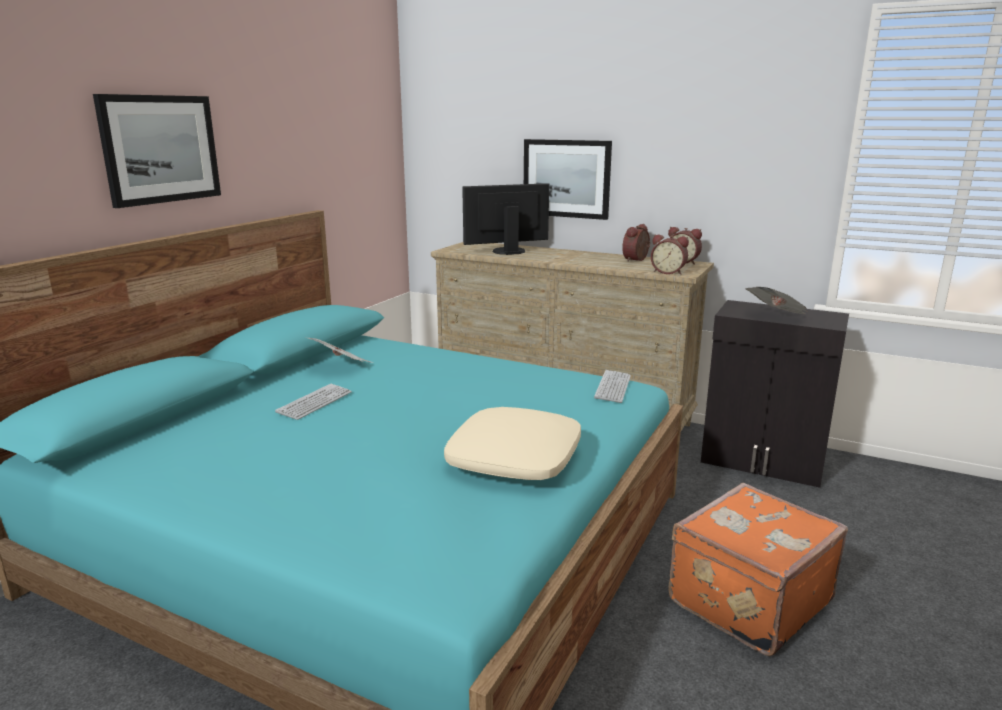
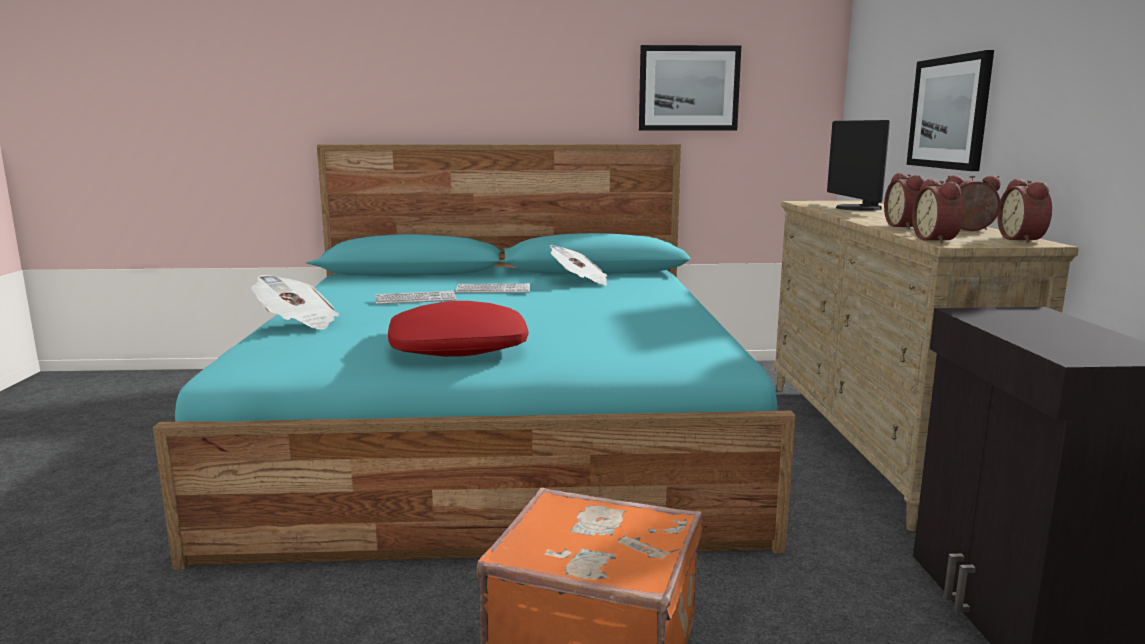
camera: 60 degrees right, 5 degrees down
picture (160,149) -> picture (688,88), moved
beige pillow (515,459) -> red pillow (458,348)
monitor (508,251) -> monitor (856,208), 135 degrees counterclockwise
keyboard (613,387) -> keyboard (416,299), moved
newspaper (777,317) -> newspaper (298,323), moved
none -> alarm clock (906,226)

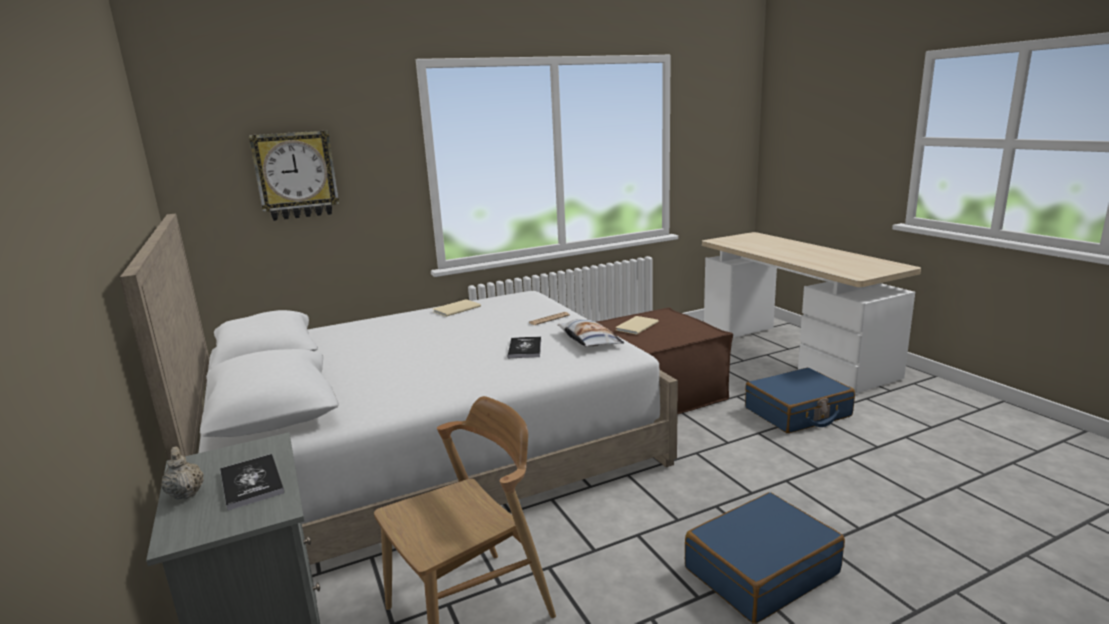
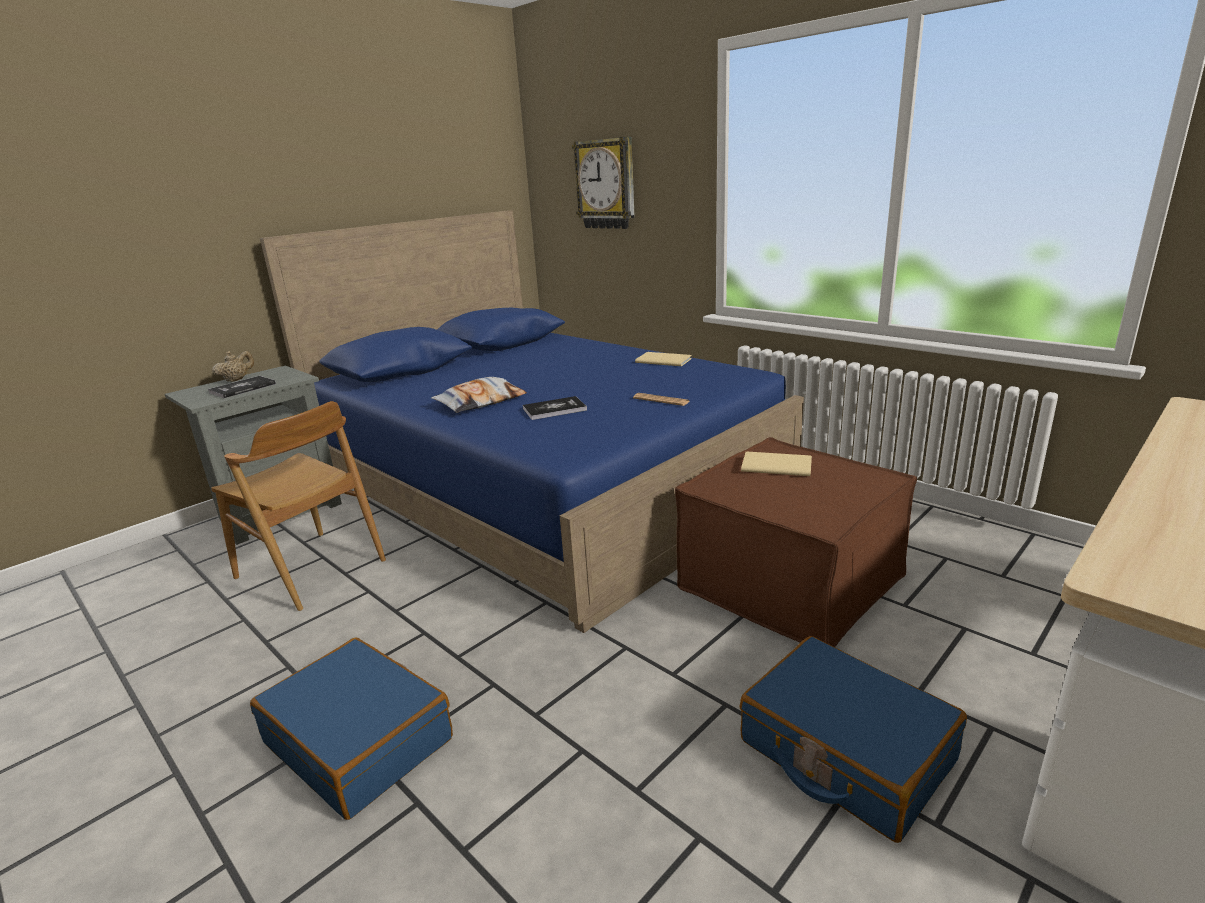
camera: 70 degrees right, 5 degrees up
white bed (430,452) -> blue bed (546,483)
pillow (589,340) -> pillow (480,402), moved

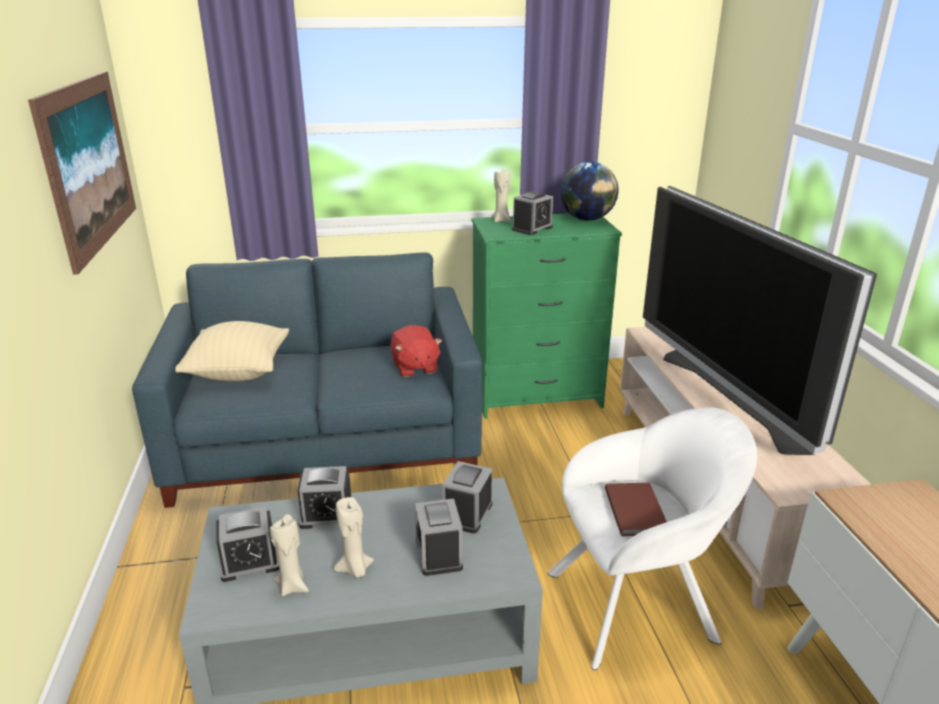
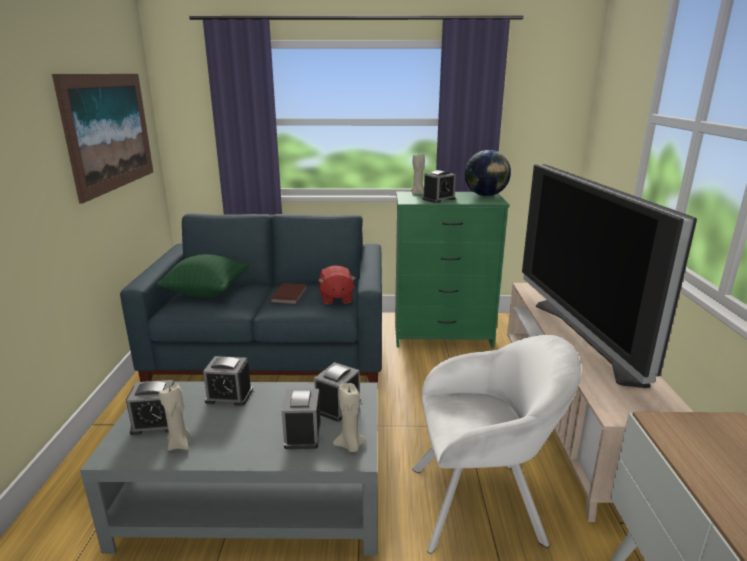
camera: 10 degrees right, 5 degrees down
beige pillow (238,372) -> green pillow (207,292)
beige candle (355,569) -> beige candle (350,446), moved
brown book (636,510) -> brown book (290,295), moved

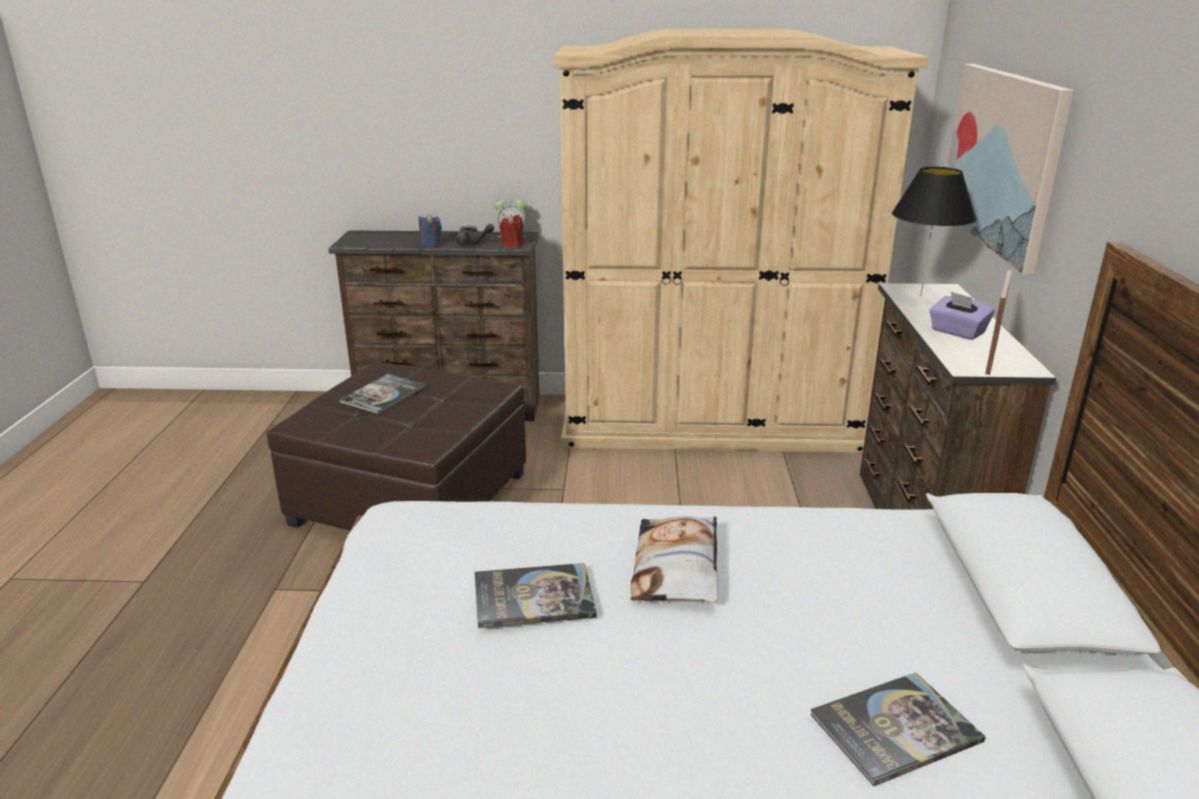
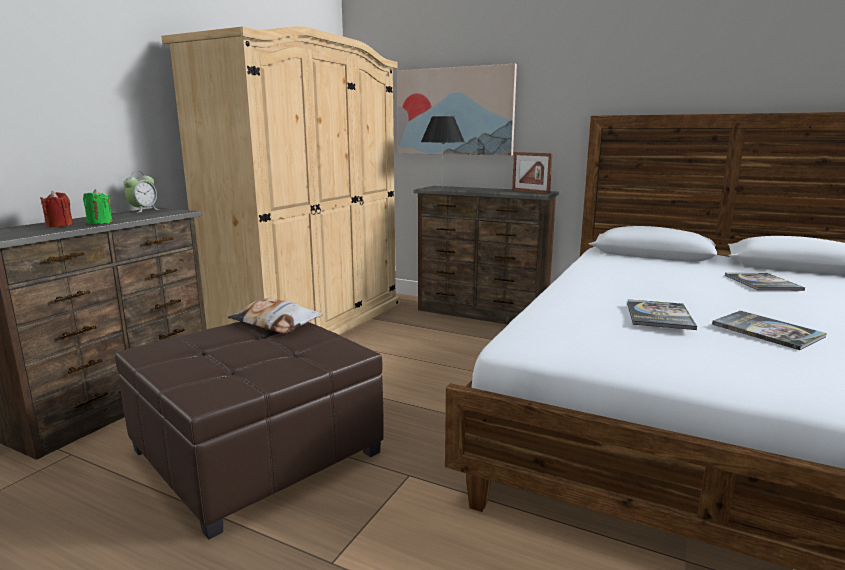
camera: 65 degrees left, 10 degrees down
book (383,395) -> book (767,331), moved
blue candle (431,244) -> green candle (99,223)
grey teapot (473,243) -> none
red candle (512,245) -> red candle (59,225), moved
pillow (677,568) -> pillow (275,323), moved
purple tissue box (957,332) -> none

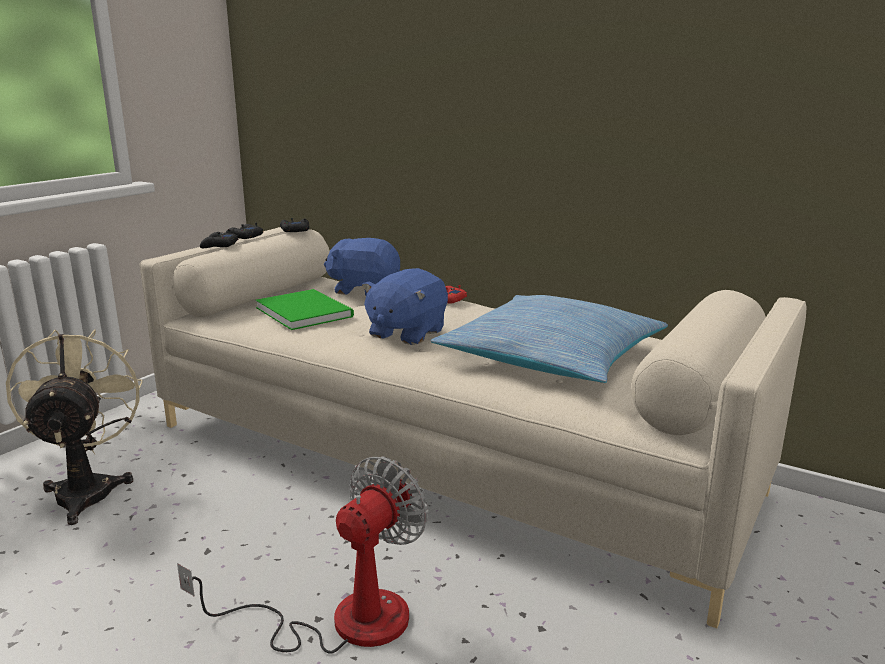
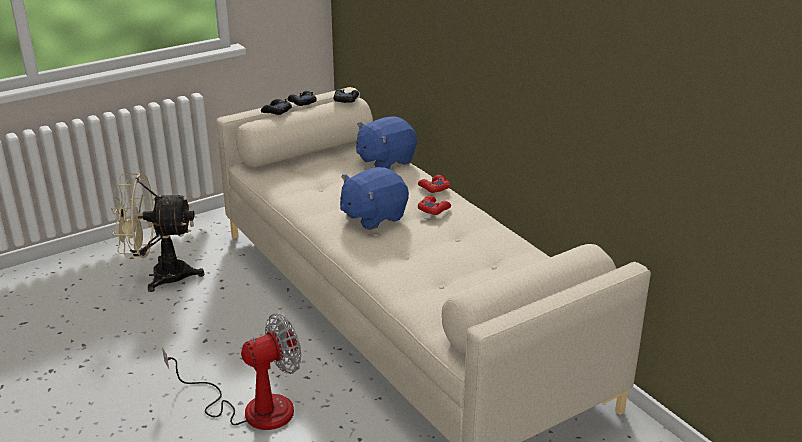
camera: 25 degrees right, 10 degrees up
beige fan (88,489) -> beige fan (160,275), 105 degrees counterclockwise
green book (305,311) -> none
blue plush toy (364,289) -> blue plush toy (385,160), 75 degrees counterclockwise
pillow (551,357) -> none
none -> red game controller (433,209)

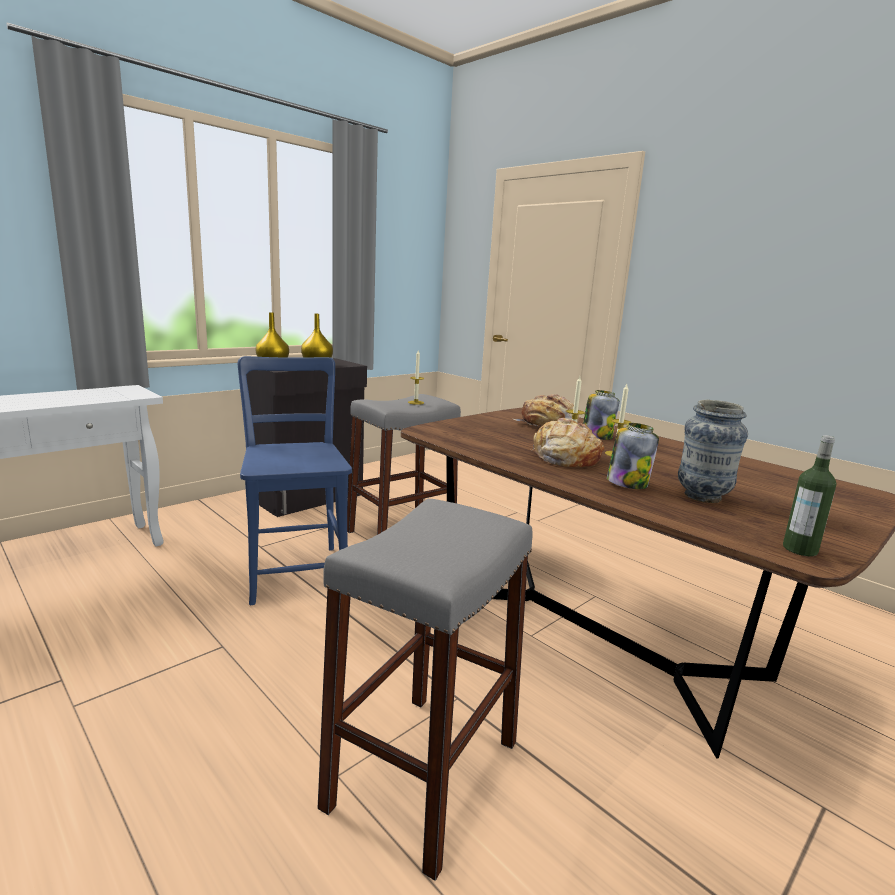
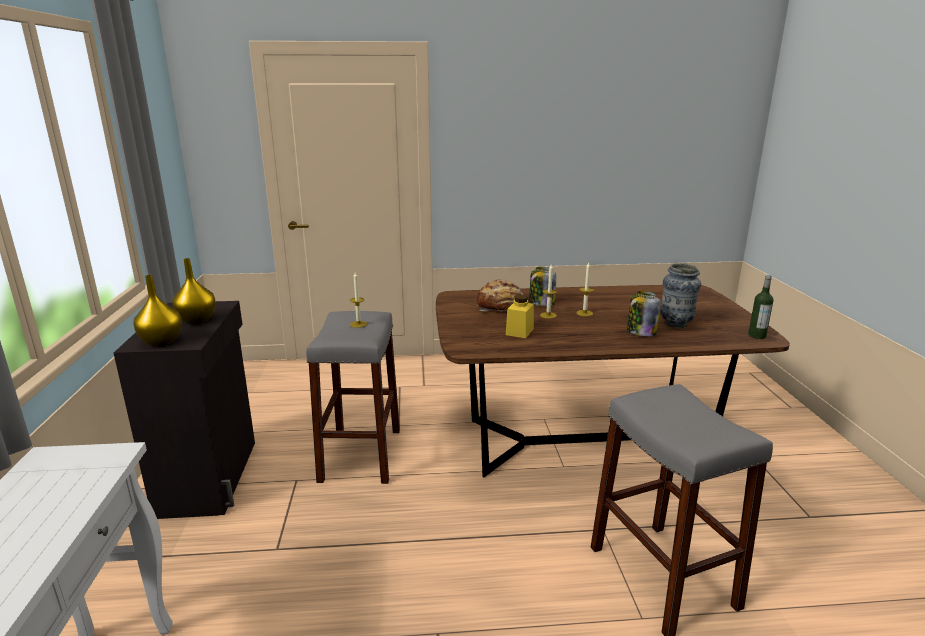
camera: 50 degrees left, 5 degrees up
blue chair (296,570) -> none
bread (564,457) -> none
none -> yellow jar (519,331)

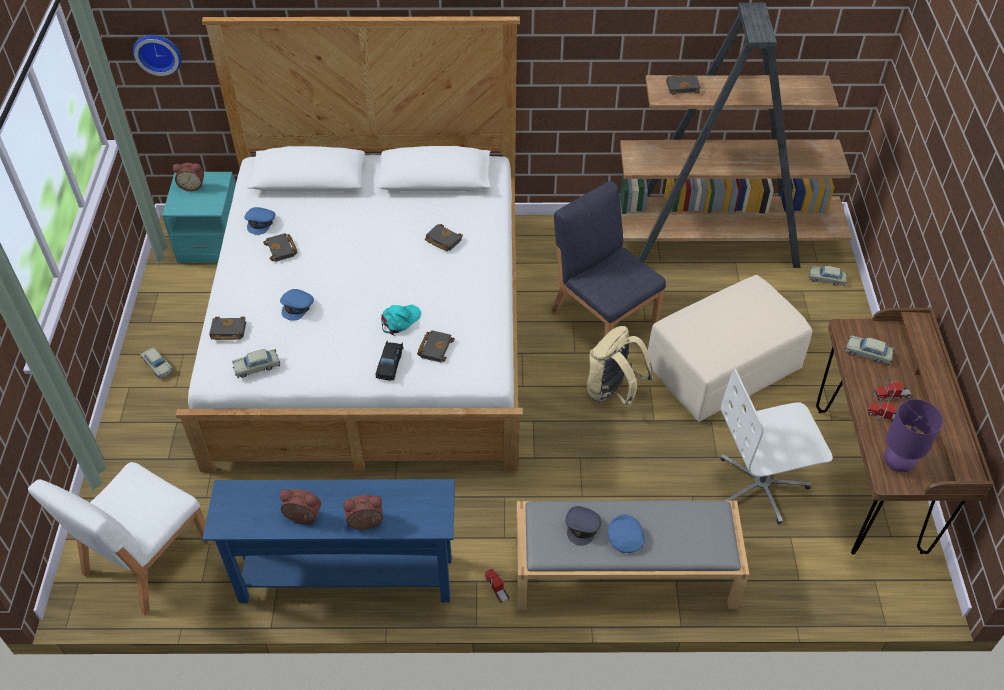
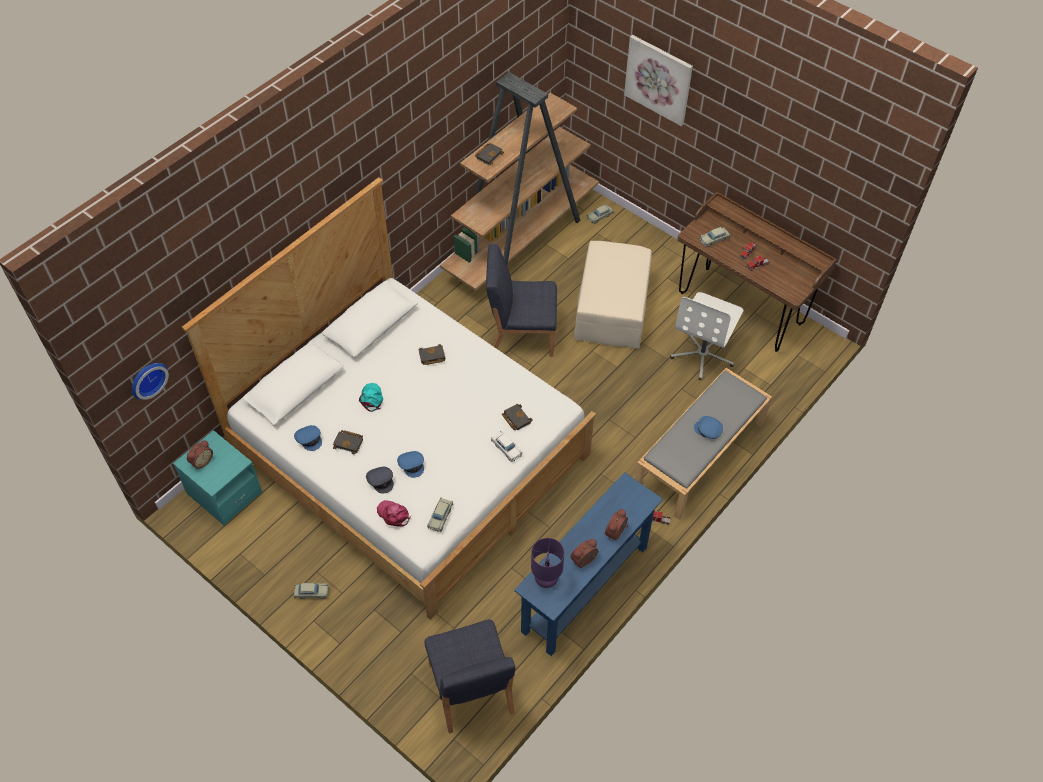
camera: 50 degrees left, 5 degrees up
white chair (146,558) -> blue chair (470,689)
black book (227,331) -> pink cap (393,514)
black toy car (390,364) -> white toy car (506,448)
turquoise cap (400,320) -> turquoise cap (371,398), moved
grey cap (582,527) -> grey cap (381,480), moved
beige backpack (613,392) -> none
purple table lamp (897,463) -> purple table lamp (546,580), moved
none -> picture (659,79)

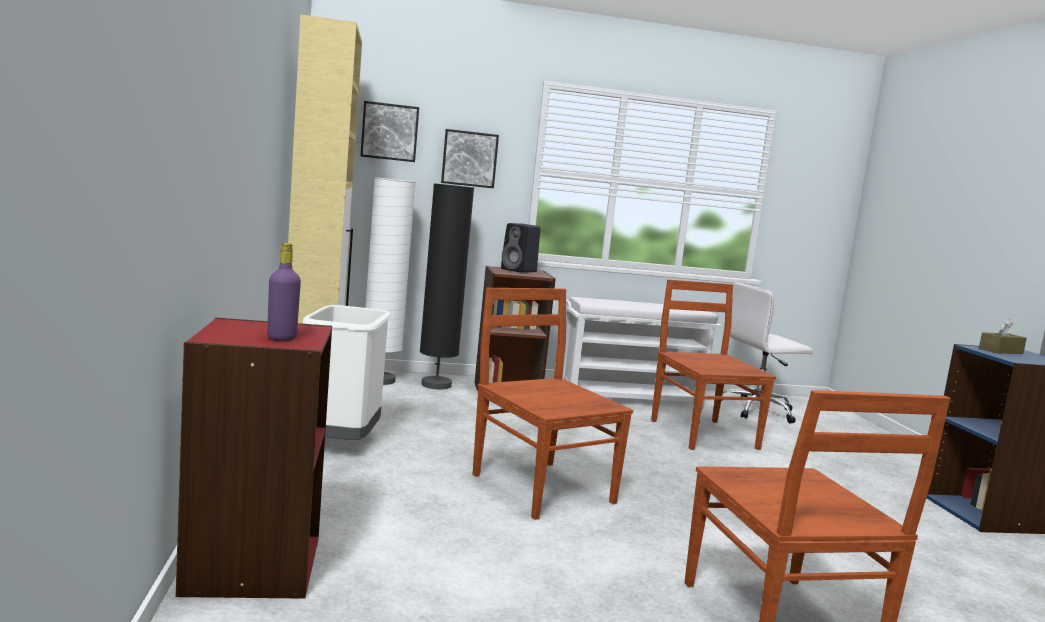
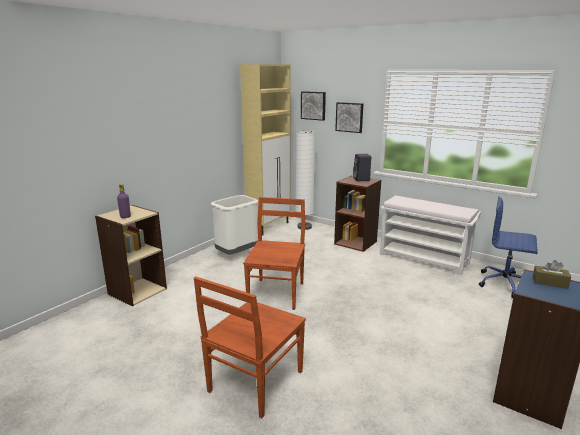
camera: 45 degrees right, 10 degrees up
red bookcase (251,565) -> beige bookcase (137,291)
black floor lamp (436,385) -> none
brown chair (702,433) -> none
white office chair (757,410) -> blue office chair (505,284)

